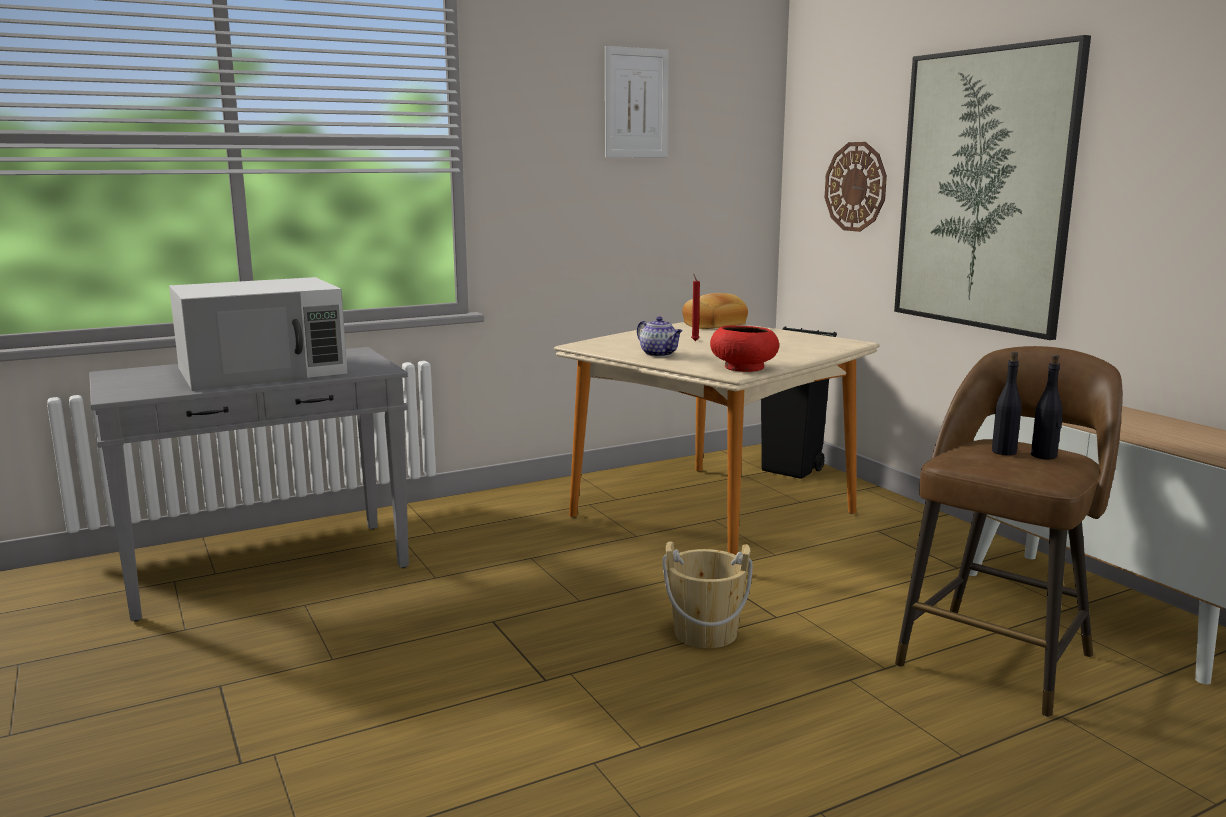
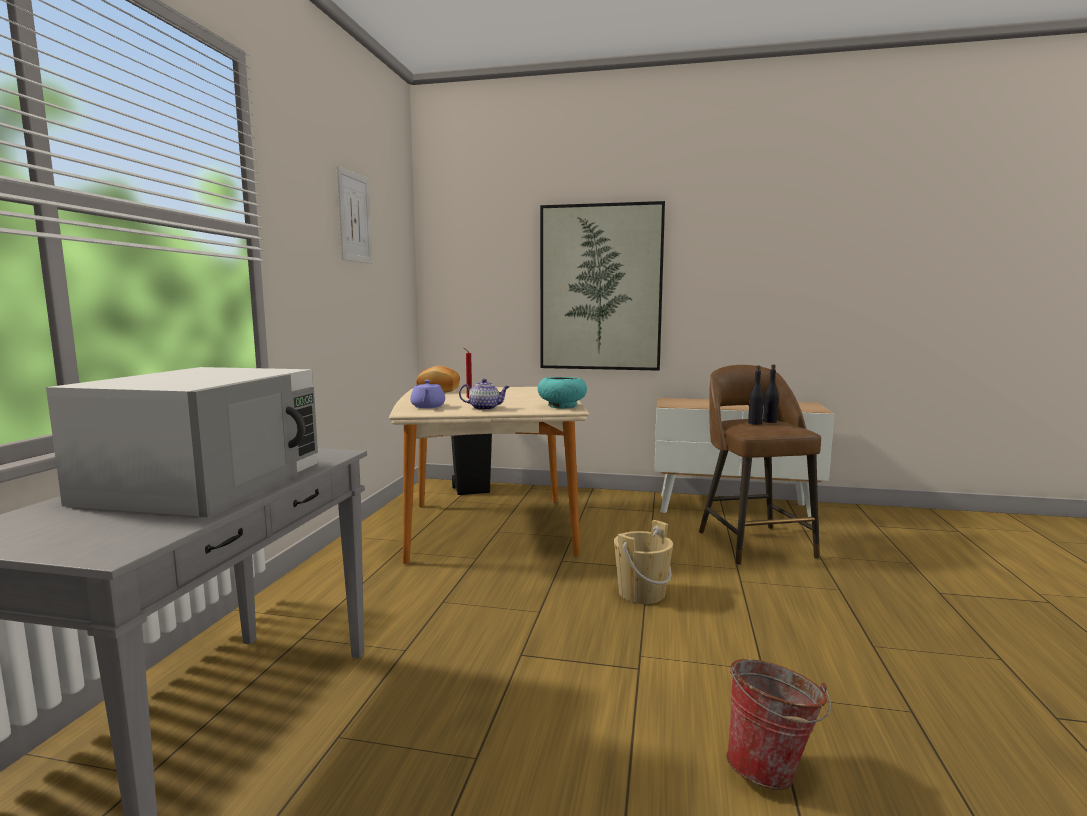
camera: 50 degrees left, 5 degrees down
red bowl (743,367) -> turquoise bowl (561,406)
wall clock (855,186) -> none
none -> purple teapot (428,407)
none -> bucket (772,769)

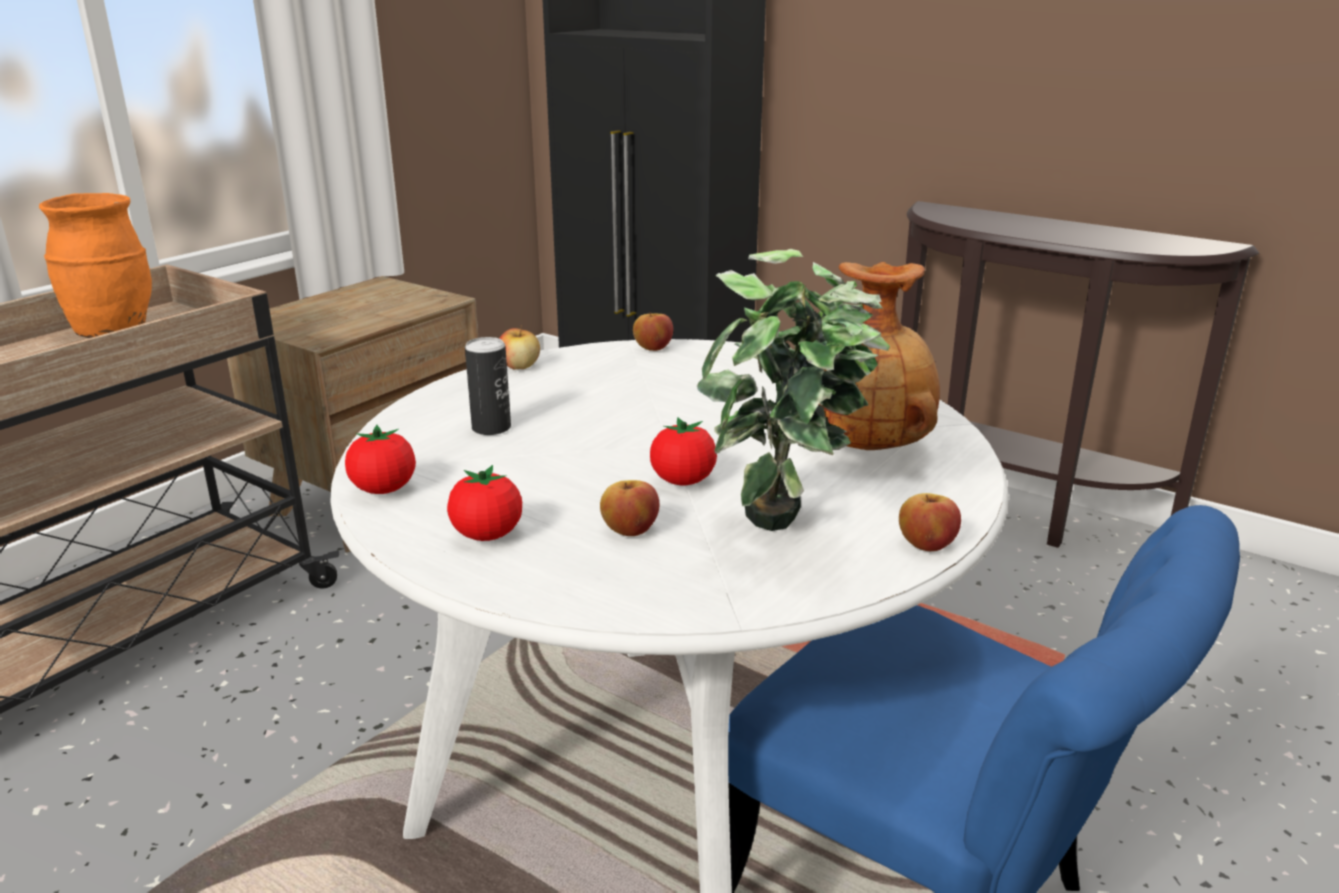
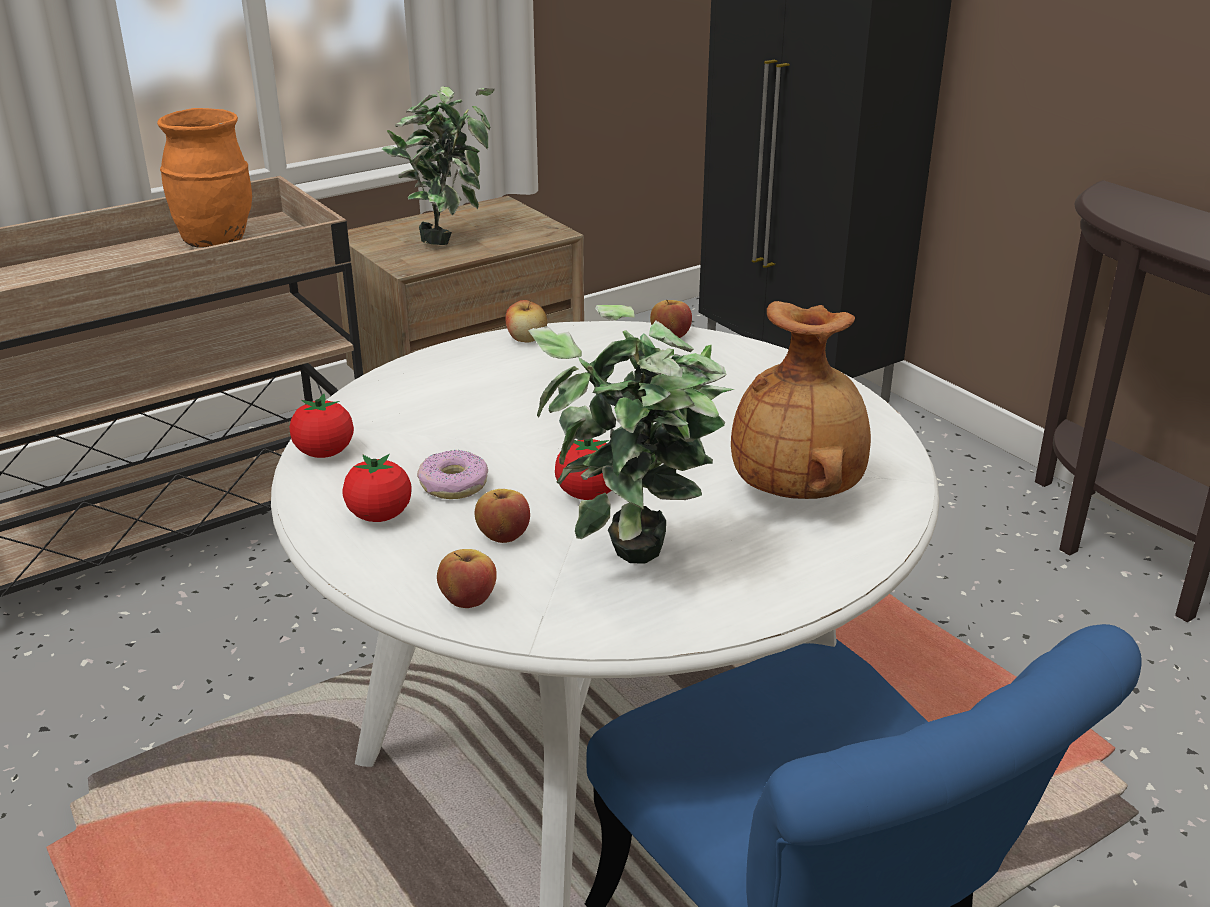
camera: 20 degrees right, 5 degrees up
can (491,428) -> none
apple (926,544) -> apple (467,599), moved
none -> potted plant (446,239)
none -> donut (453,485)

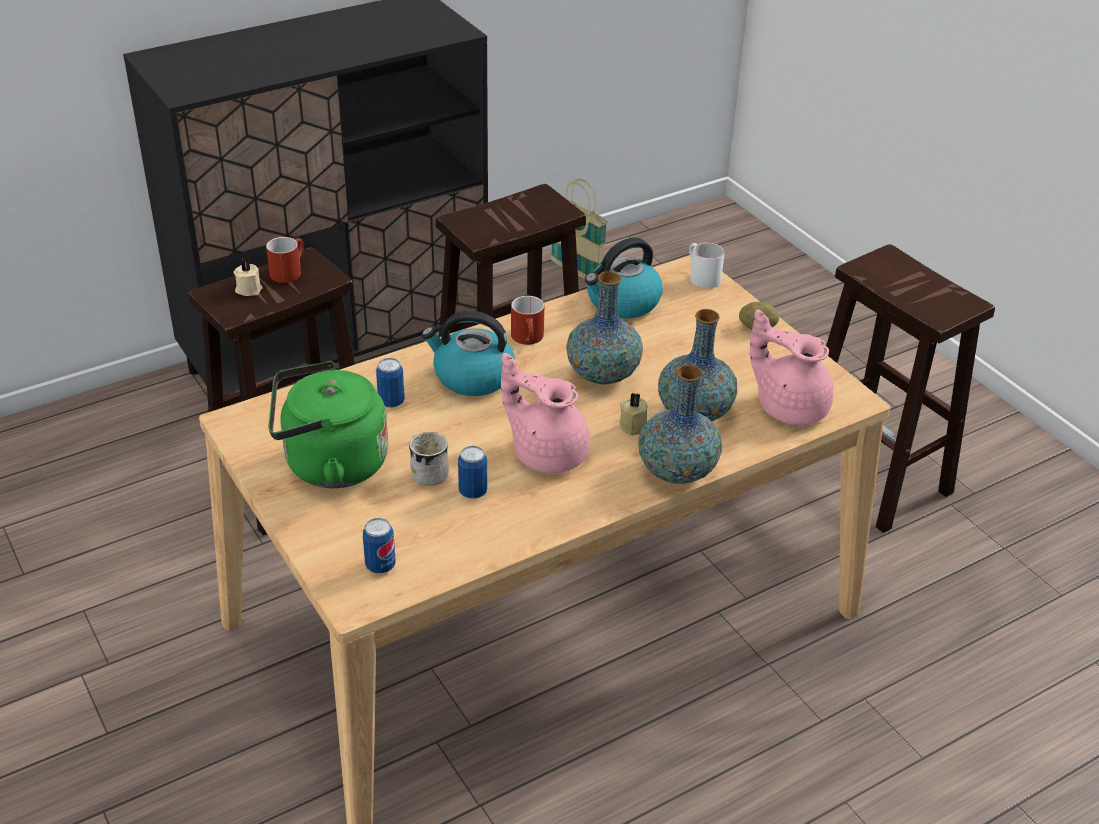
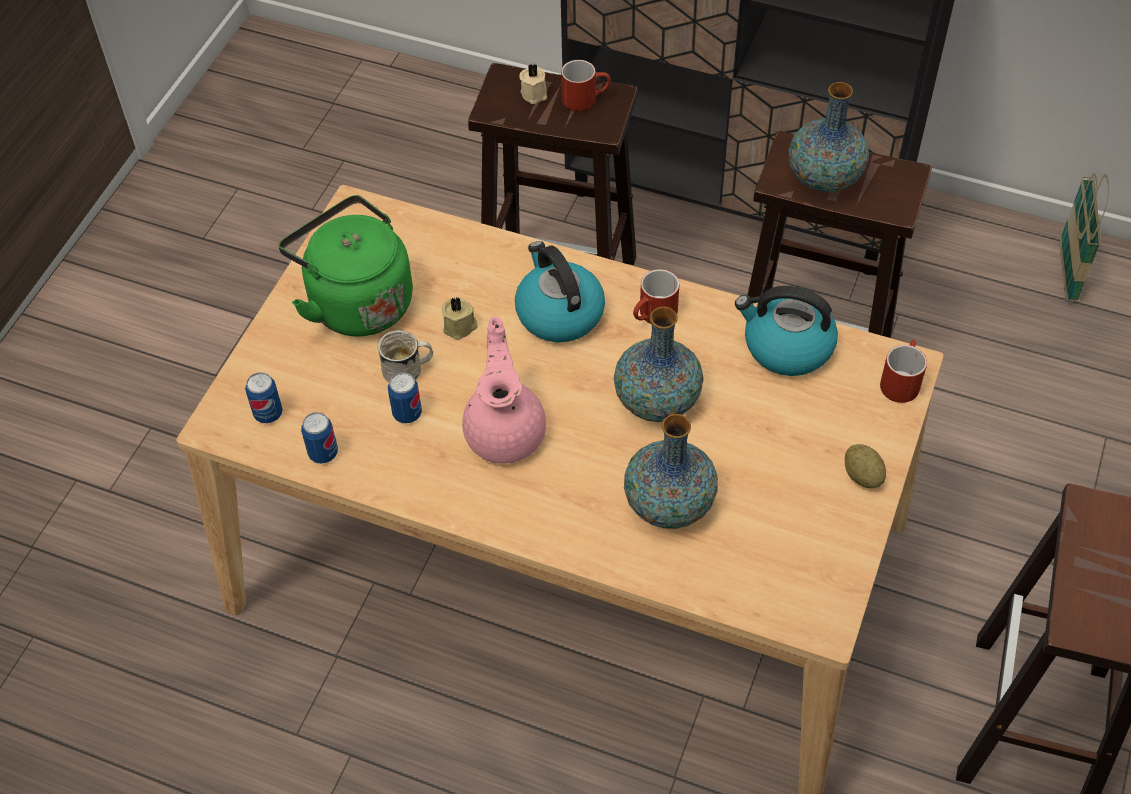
camera: 55 degrees right, 15 degrees up
can (391,402) -> can (323,453), moved
beige candle (634,425) -> beige candle (460,327), moved
vase (676,471) -> vase (824,178), moved
white mug (700,277) -> red mug (900,380)
pink teapot (789,406) -> none

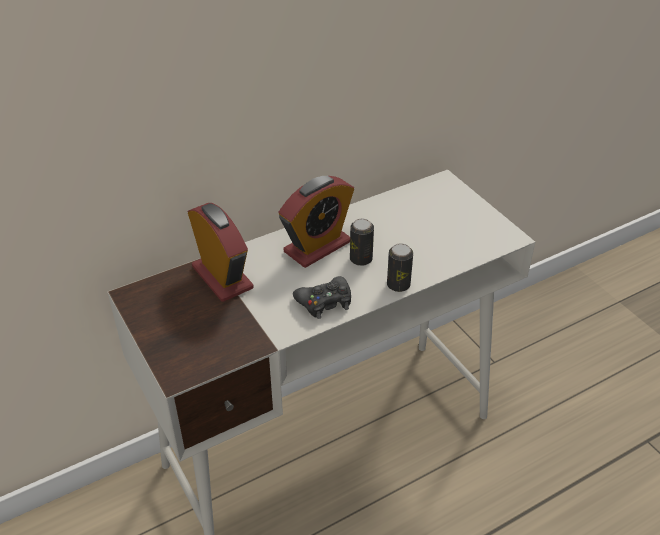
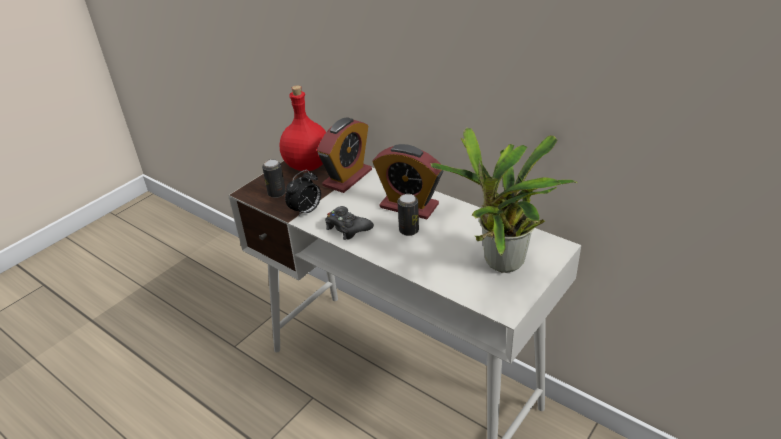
camera: 70 degrees right, 5 degrees down
can (398,285) -> can (276,193), moved
none -> red bottle (308,166)
none -> alarm clock (306,211)
none -> potted plant (501,266)

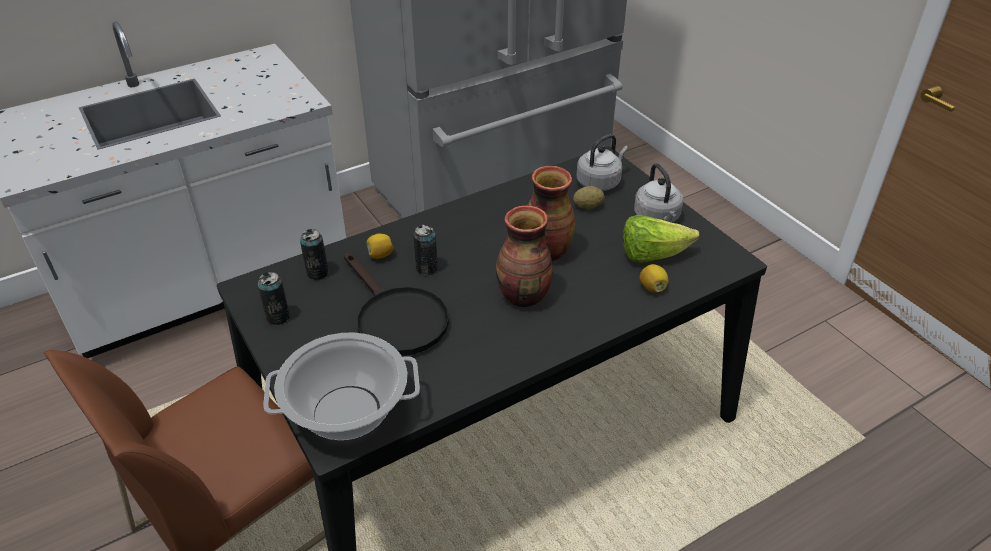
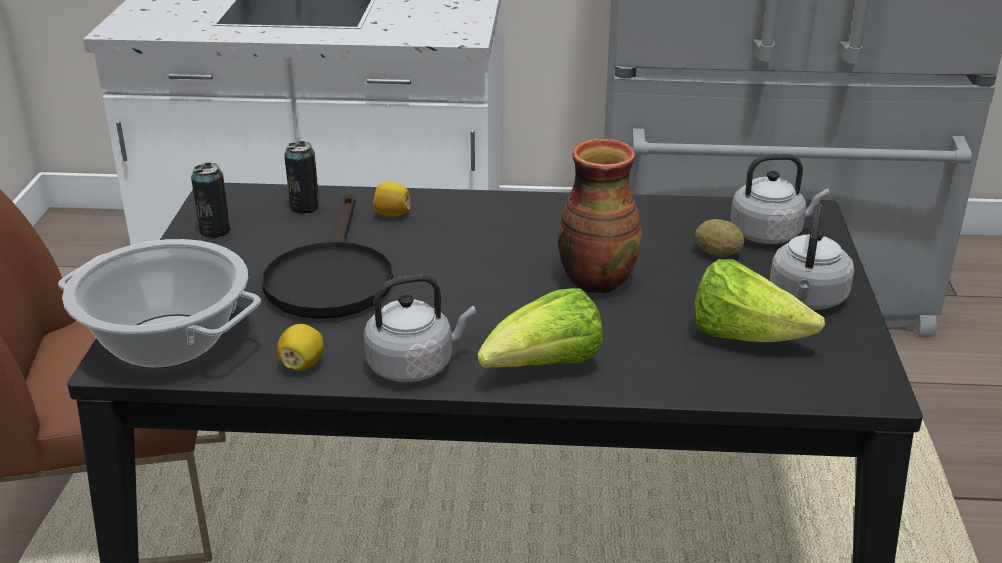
camera: 35 degrees right, 10 degrees down
can (427,268) -> none
vase (524,296) -> none
lemon (652,287) -> lemon (302,364), moved
none -> grey kettle (415,365)
none -> lettuce (545,367)

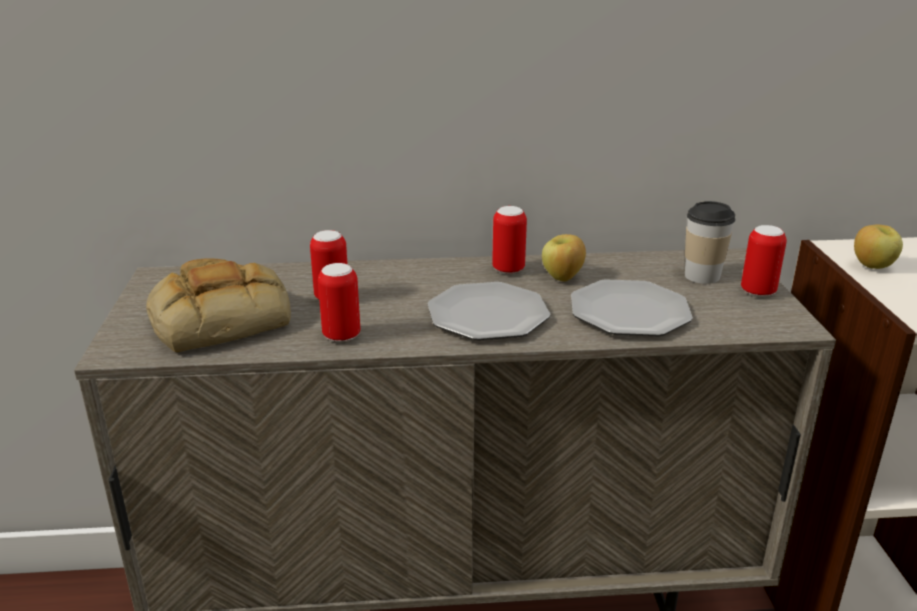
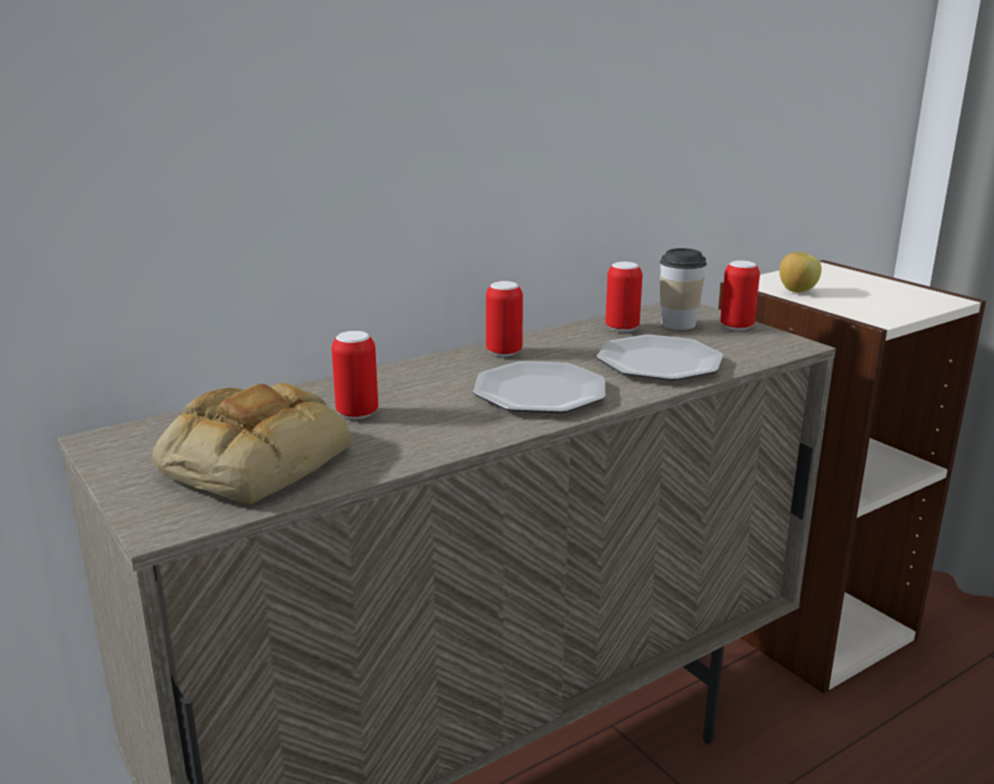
camera: 30 degrees left, 5 degrees down
can (341,336) -> can (622,328), moved
apple (562,278) -> none

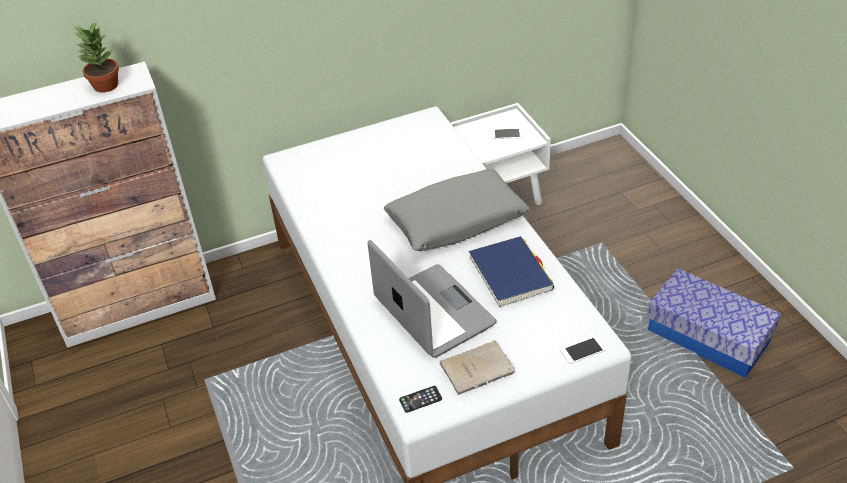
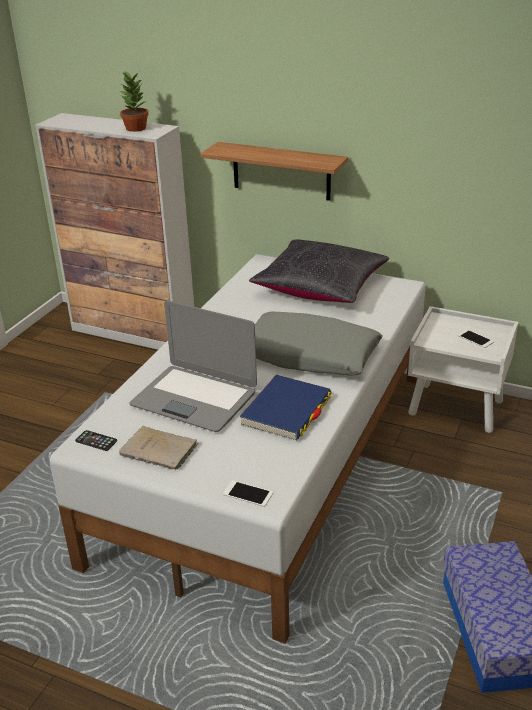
camera: 45 degrees right, 10 degrees down
laptop (433,312) -> laptop (194,398), 105 degrees clockwise
none -> shelf (281,171)
none -> black pillow (320,286)

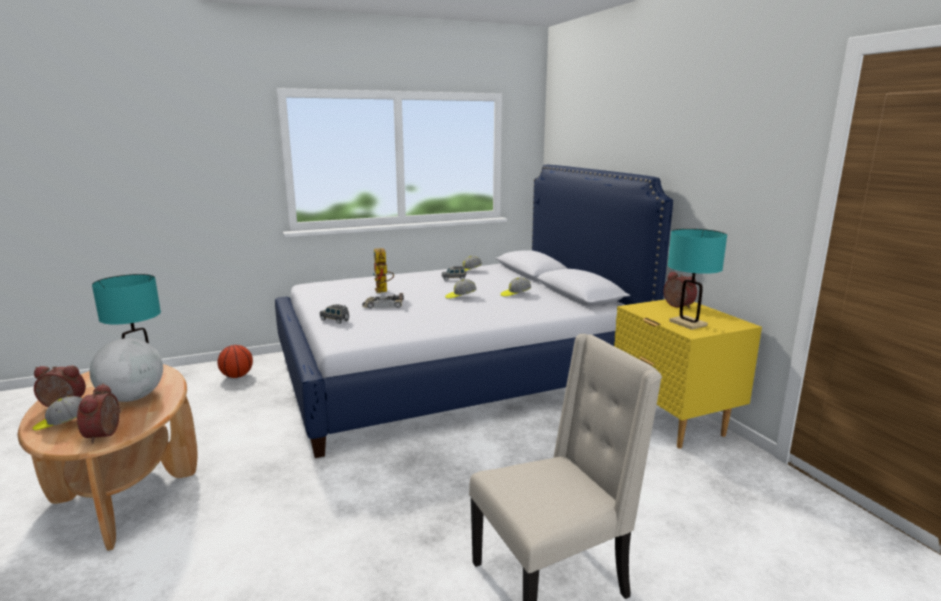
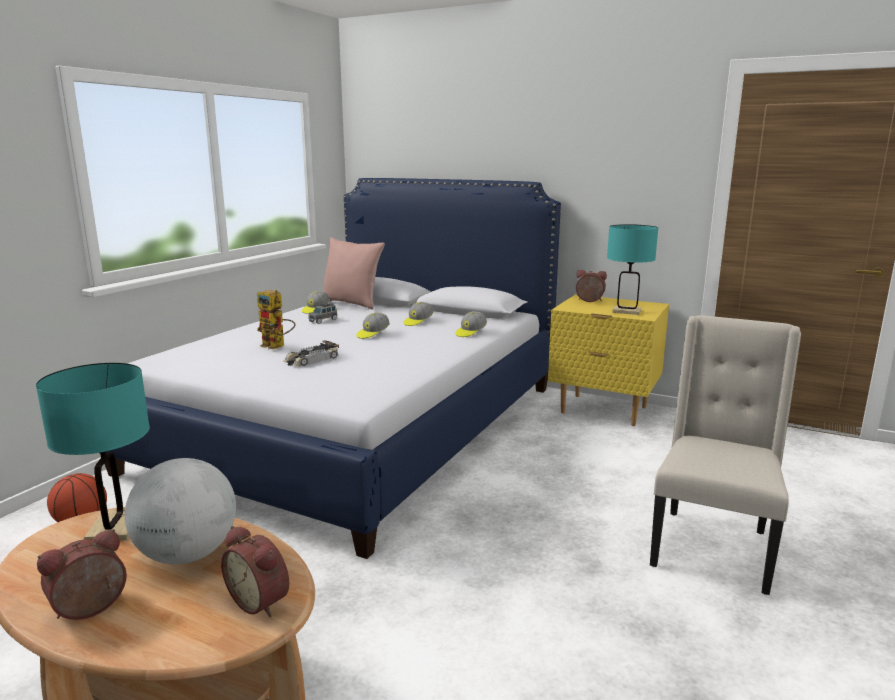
camera: 40 degrees left, 0 degrees up
cap (62,424) -> cap (470,332), moved
grey toy car (335,320) -> none
none -> pink pillow (352,304)

